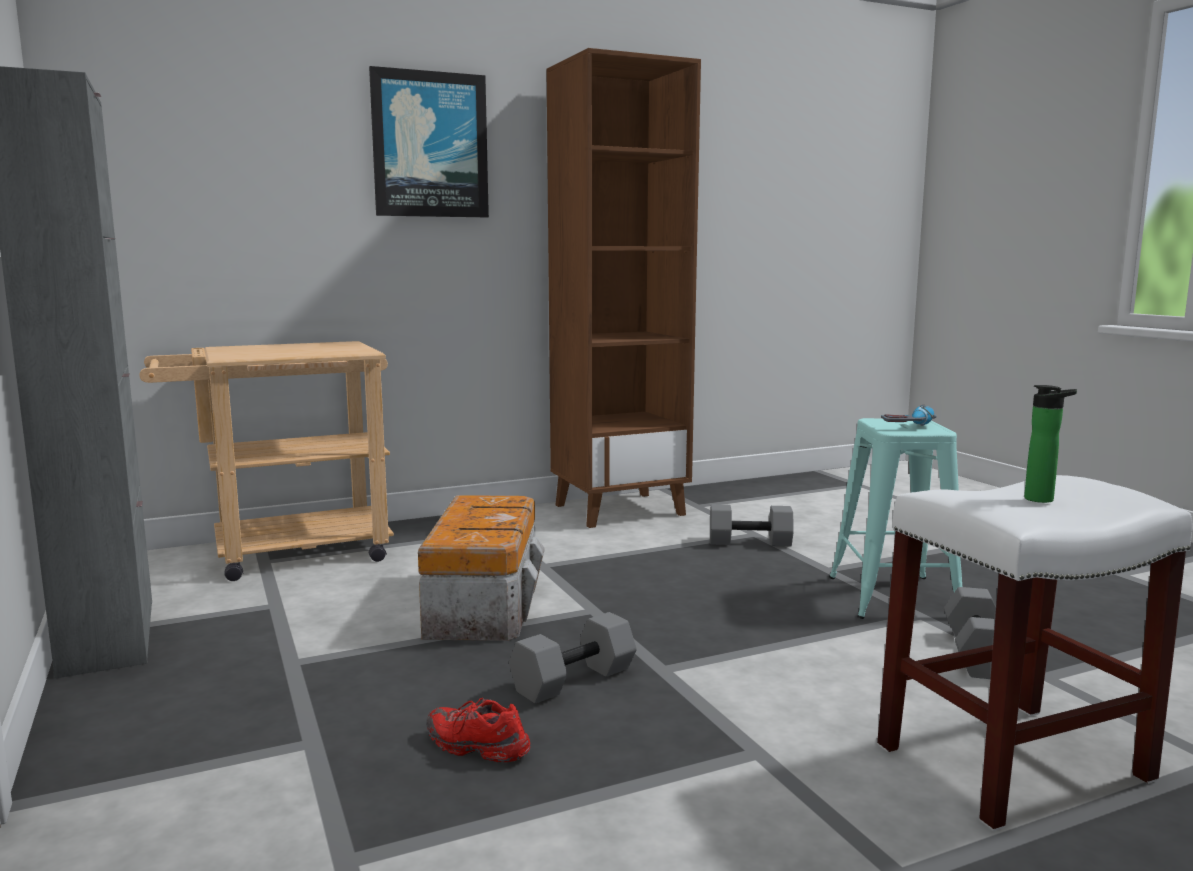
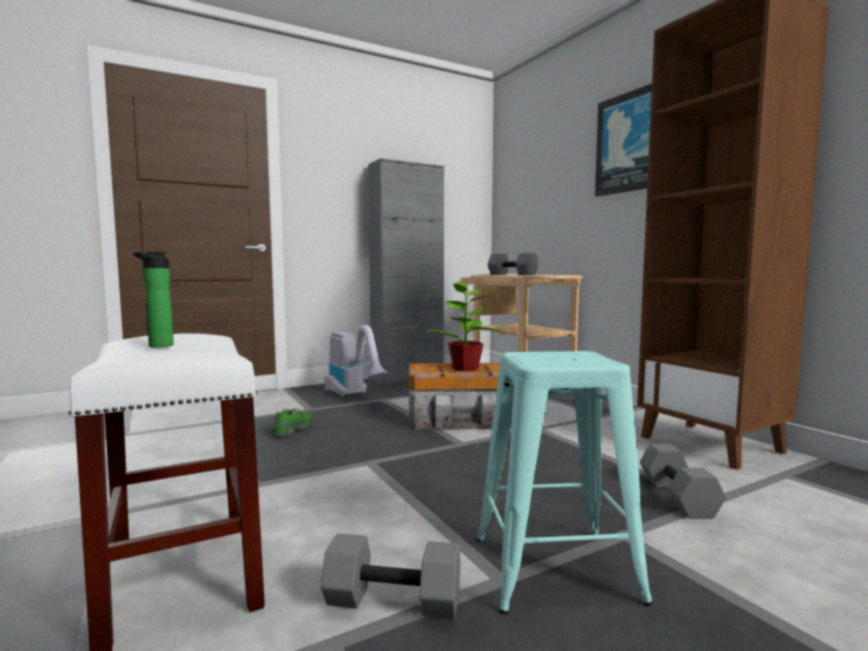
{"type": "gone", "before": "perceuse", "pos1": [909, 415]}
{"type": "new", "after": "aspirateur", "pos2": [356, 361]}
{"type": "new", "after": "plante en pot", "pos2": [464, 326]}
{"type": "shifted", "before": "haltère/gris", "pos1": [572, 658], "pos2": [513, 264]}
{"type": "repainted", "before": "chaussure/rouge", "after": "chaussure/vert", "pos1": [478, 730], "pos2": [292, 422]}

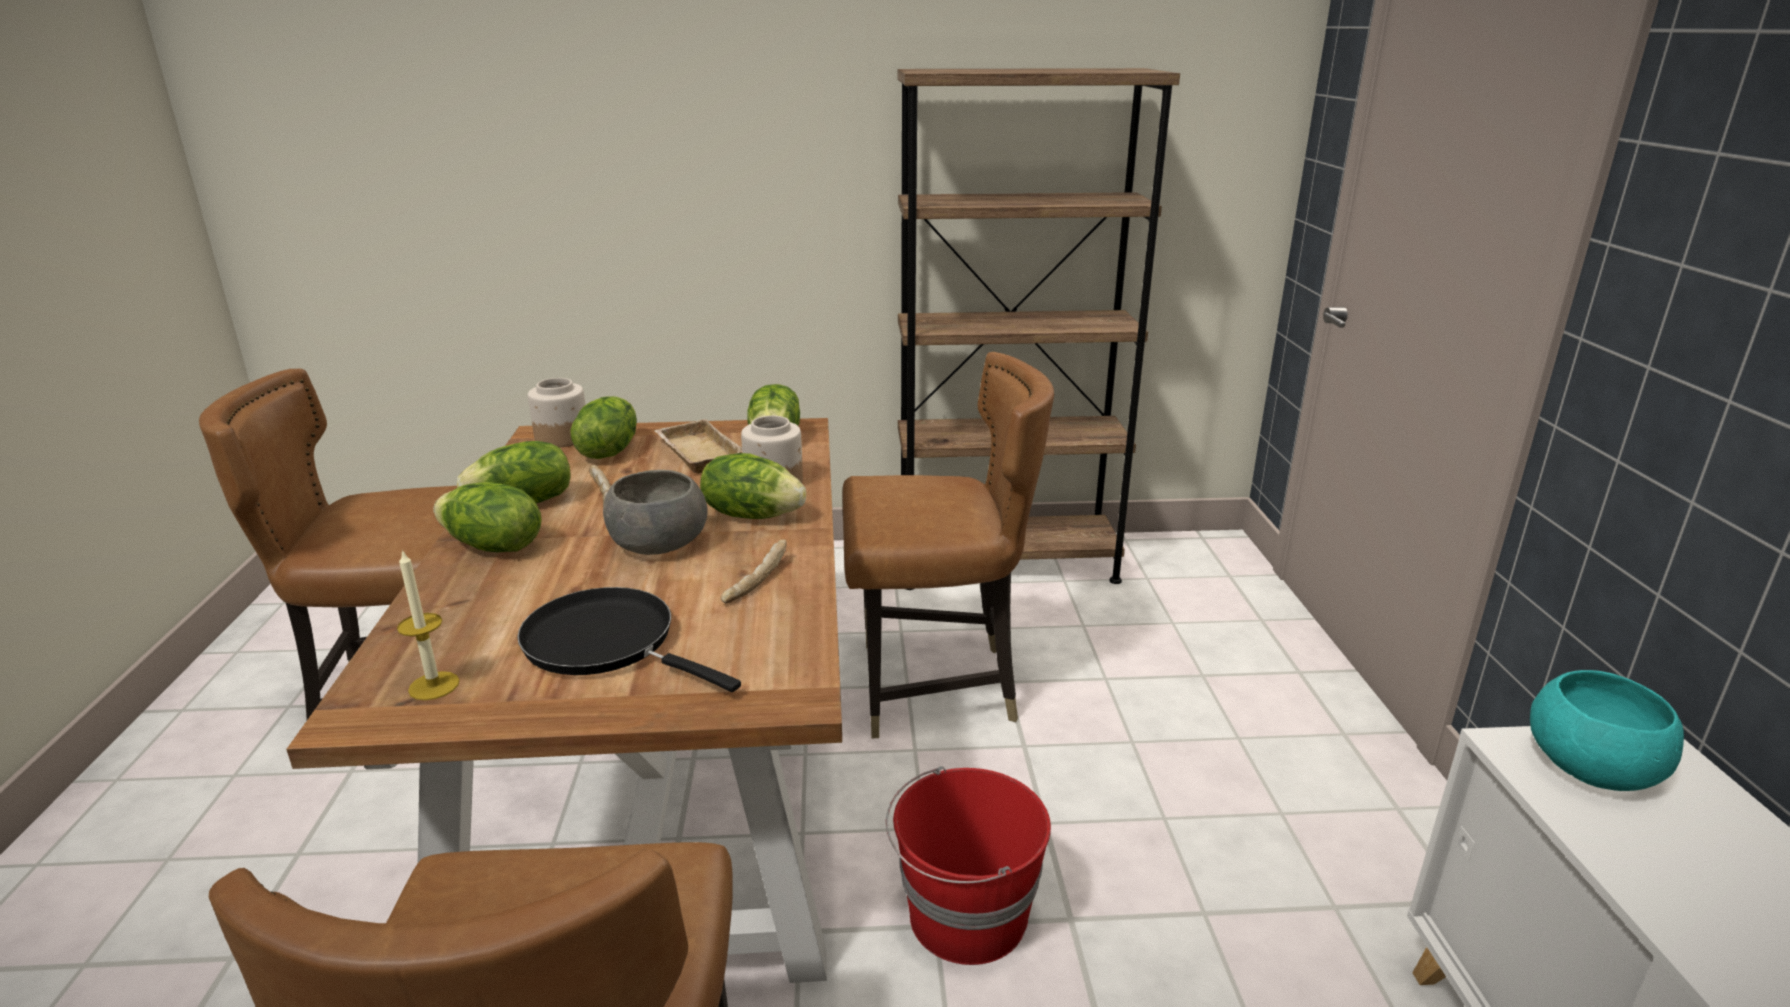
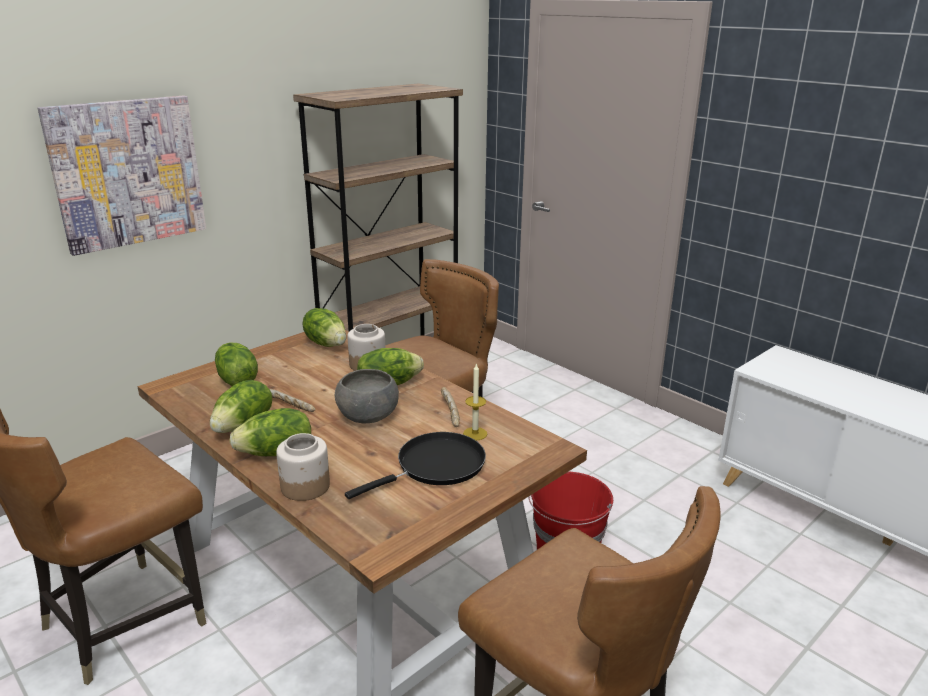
{"type": "gone", "before": "plateau/beige", "pos1": [698, 446]}
{"type": "gone", "before": "bol/turquoise", "pos1": [1607, 730]}
{"type": "new", "after": "tableau", "pos2": [121, 176]}
{"type": "shifted", "before": "bougie", "pos1": [428, 624], "pos2": [475, 401]}
{"type": "shifted", "before": "bocal", "pos1": [557, 412], "pos2": [303, 467]}
{"type": "rotated", "before": "poêle/noir", "pos1": [629, 639], "pos2": [415, 465], "turn": 150}

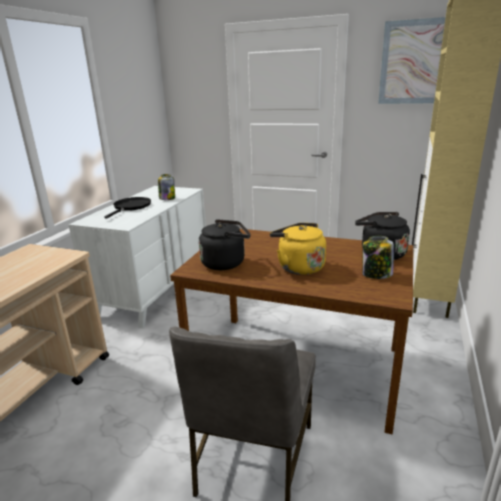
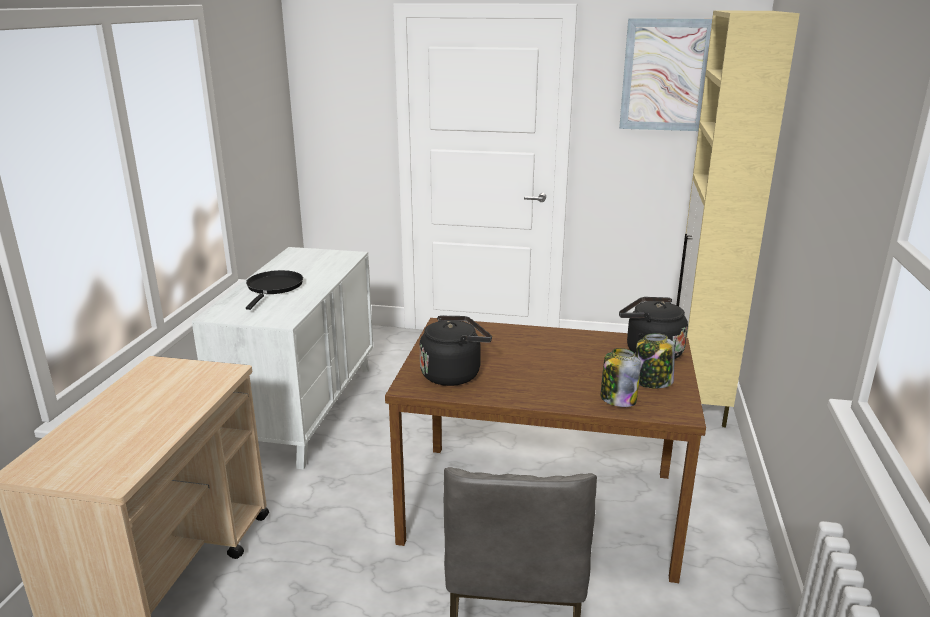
{"type": "gone", "before": "bouilloire/jaune", "pos1": [298, 249]}
{"type": "shifted", "before": "bocal", "pos1": [166, 187], "pos2": [620, 377]}

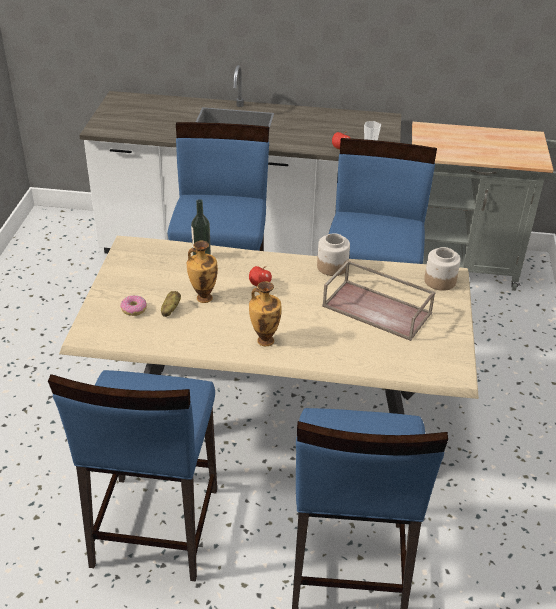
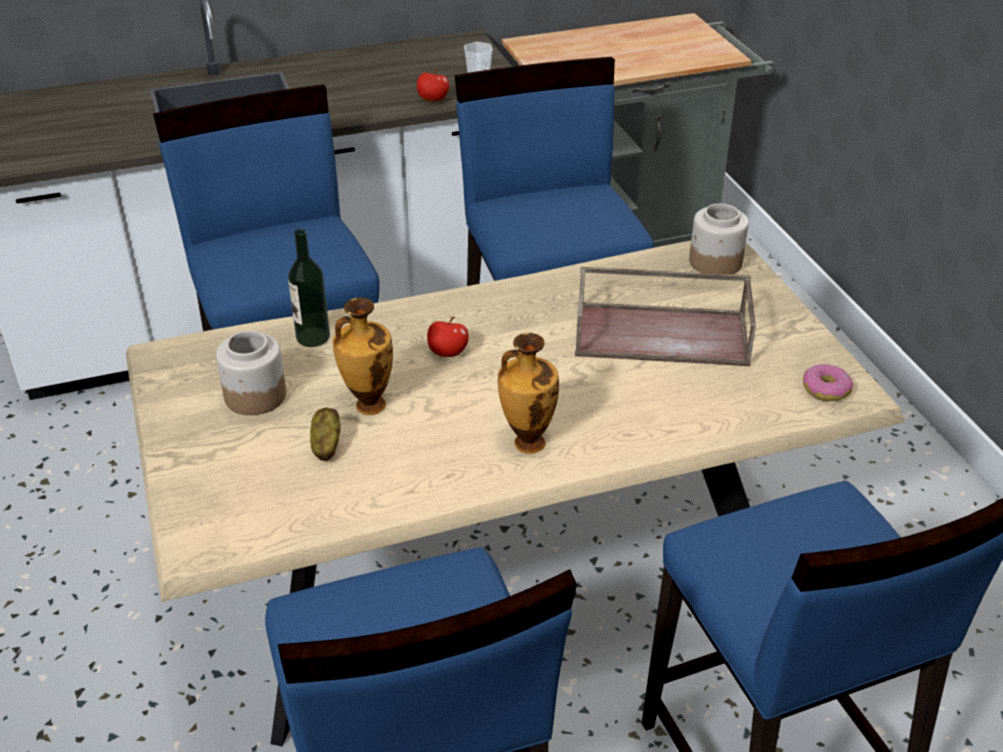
{"type": "shifted", "before": "beignet", "pos1": [133, 305], "pos2": [828, 382]}
{"type": "shifted", "before": "bocal", "pos1": [333, 254], "pos2": [251, 373]}

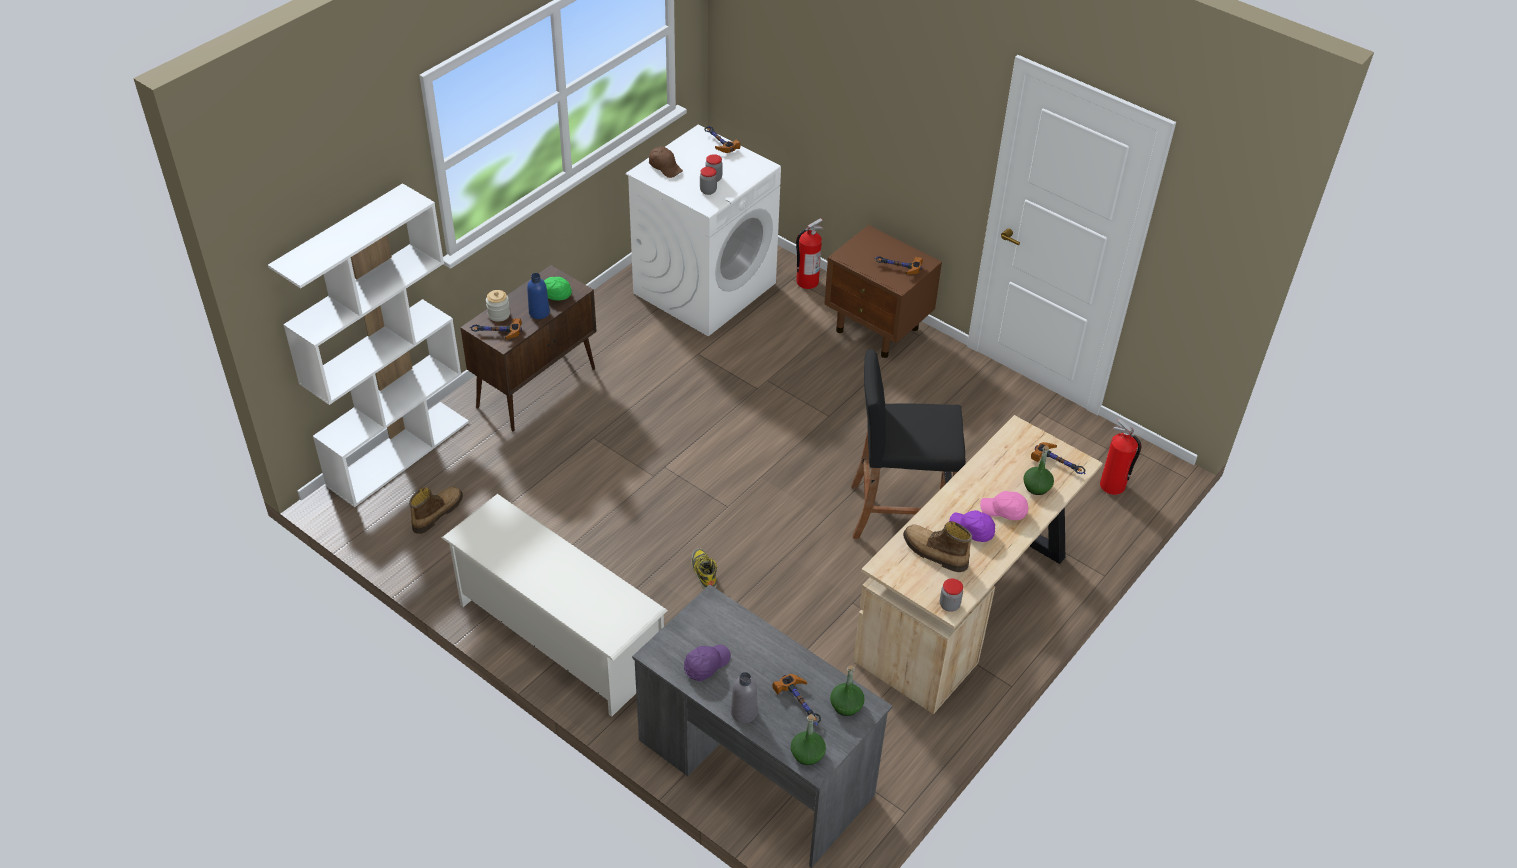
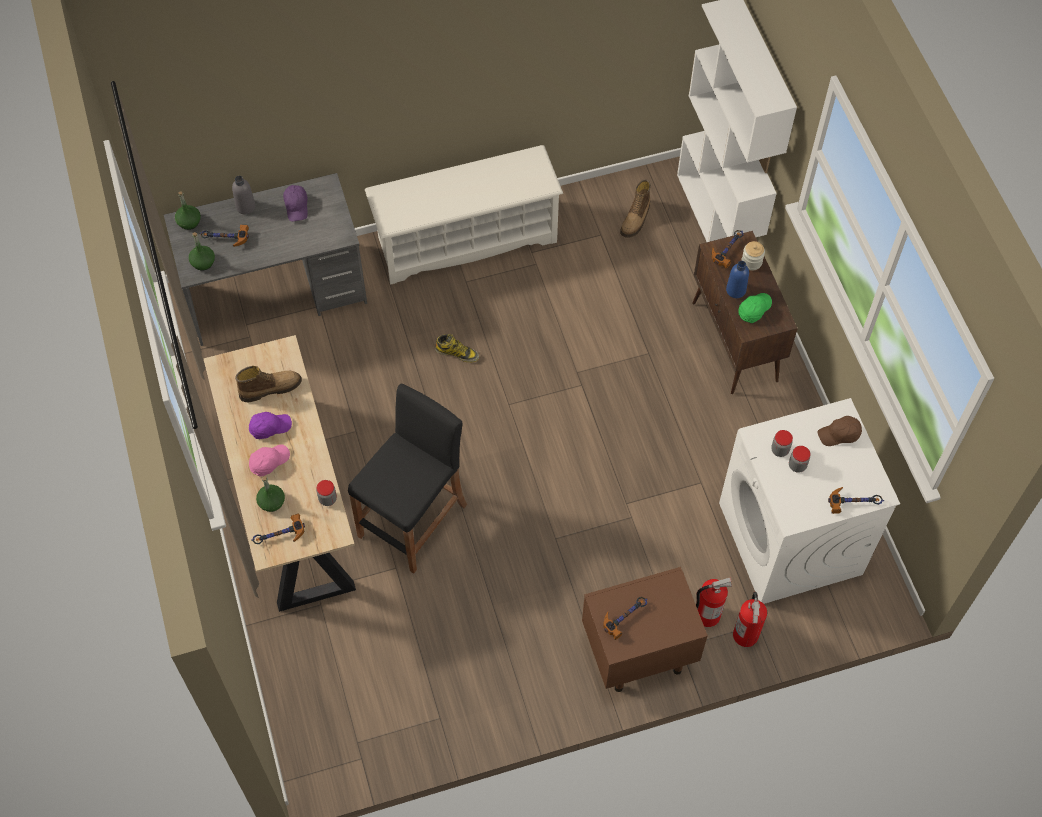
{"type": "shifted", "before": "bocal", "pos1": [951, 595], "pos2": [327, 493]}
{"type": "shifted", "before": "extincteur", "pos1": [1120, 456], "pos2": [714, 602]}
{"type": "rotated", "before": "botte", "pos1": [436, 510], "pos2": [635, 208], "turn": 45}

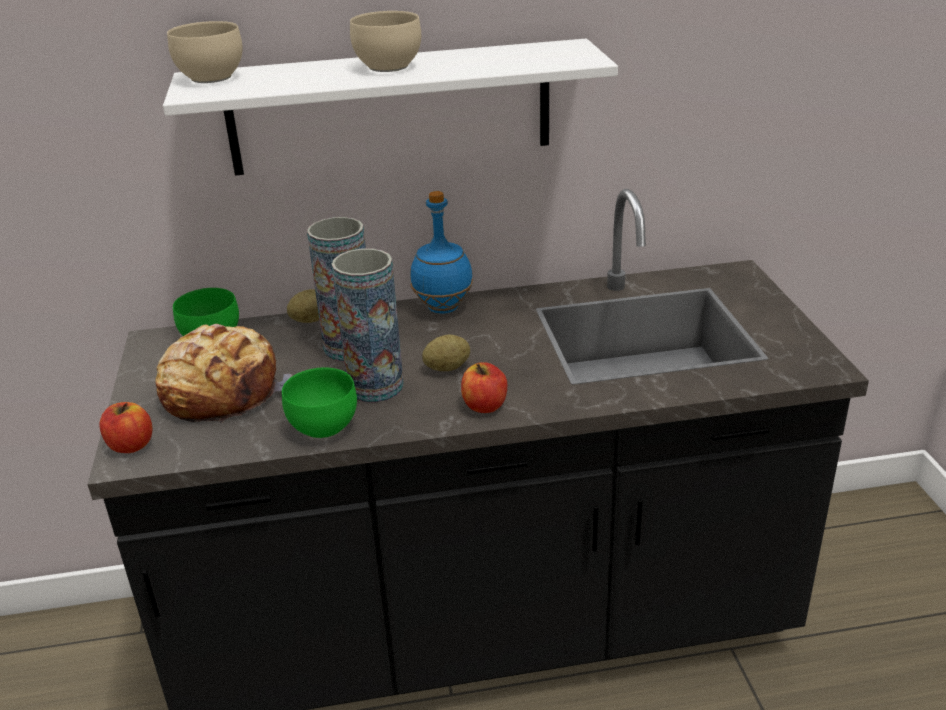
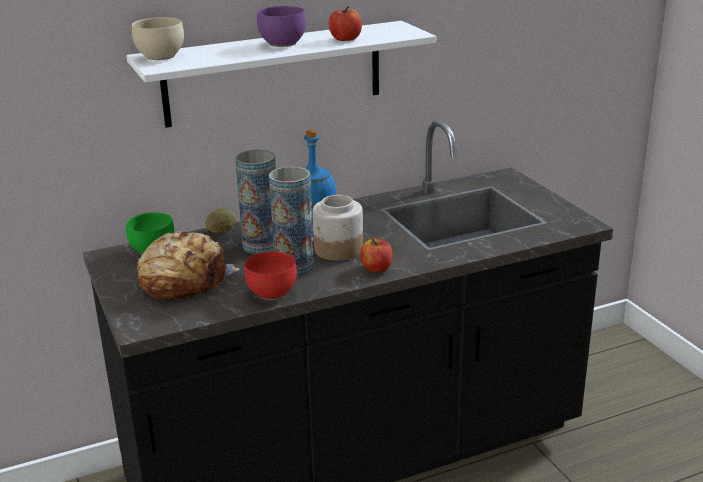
{"type": "shifted", "before": "pomme", "pos1": [126, 427], "pos2": [345, 23]}
{"type": "swapped", "before": "pomme de terre", "after": "bocal", "pos1": [446, 352], "pos2": [338, 228]}
{"type": "repainted", "before": "bol/vert", "after": "bol/rouge", "pos1": [319, 403], "pos2": [271, 275]}
{"type": "repainted", "before": "bol/beige", "after": "bol/violet", "pos1": [385, 41], "pos2": [281, 26]}

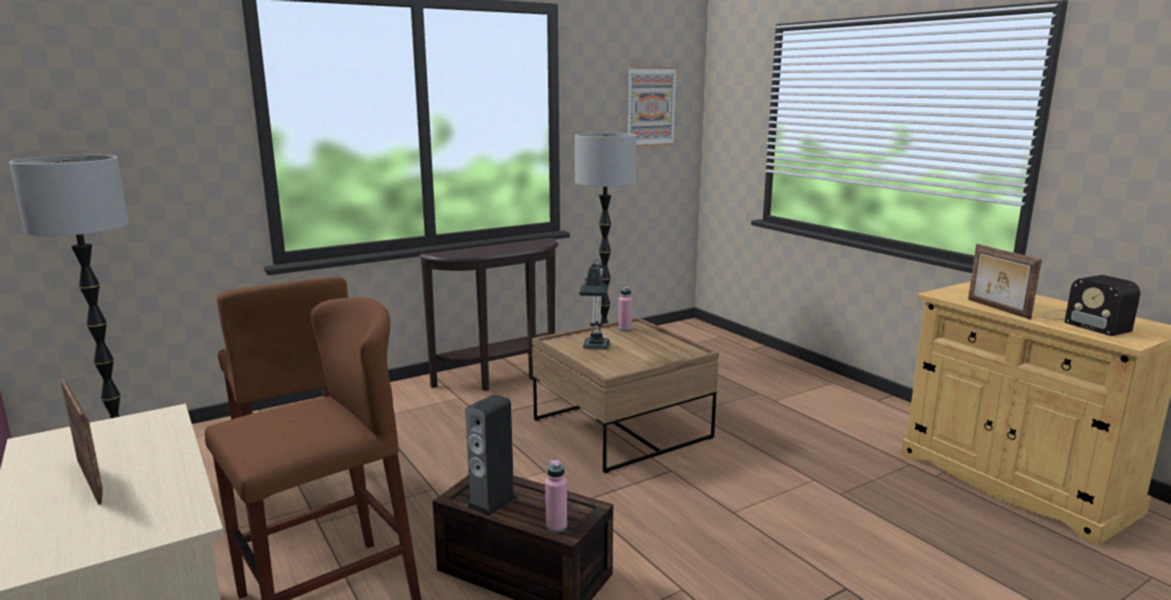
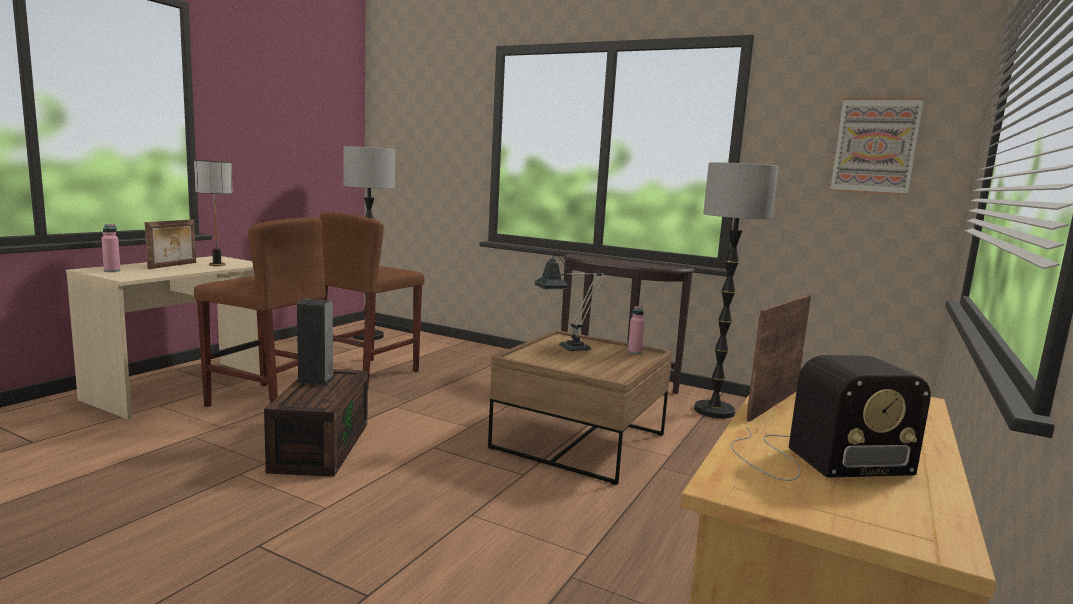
{"type": "new", "after": "lampe de table", "pos2": [213, 213]}
{"type": "shifted", "before": "bouteille/rose", "pos1": [556, 495], "pos2": [111, 248]}
{"type": "rotated", "before": "radio", "pos1": [1091, 305], "pos2": [831, 418], "turn": -135}

